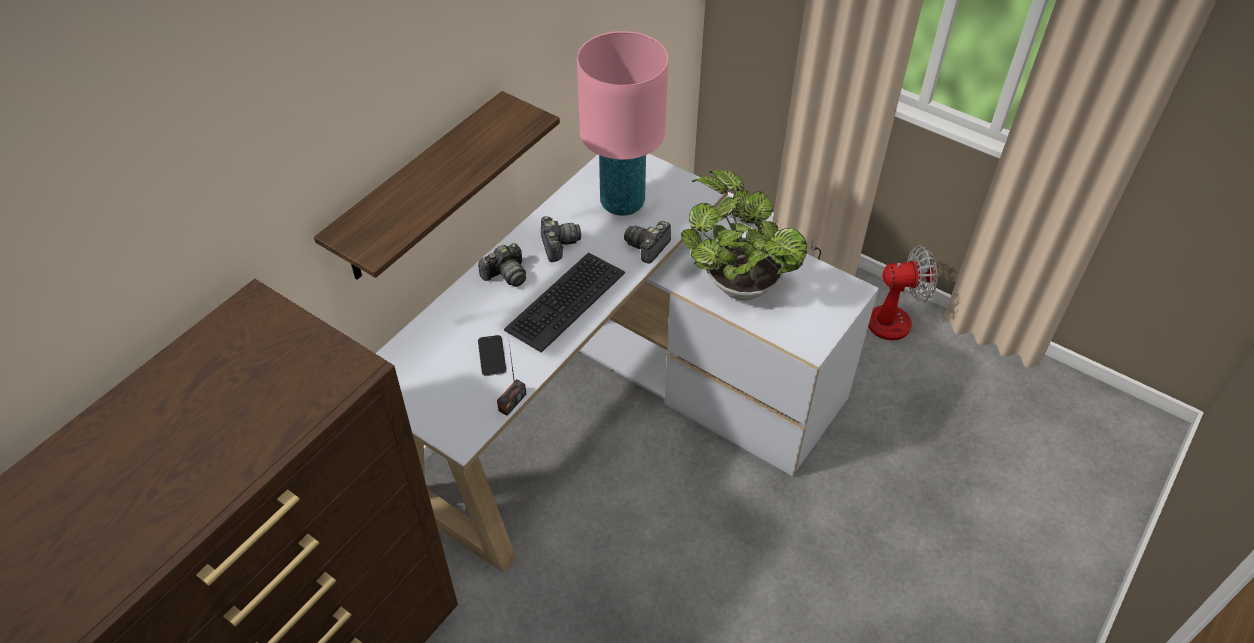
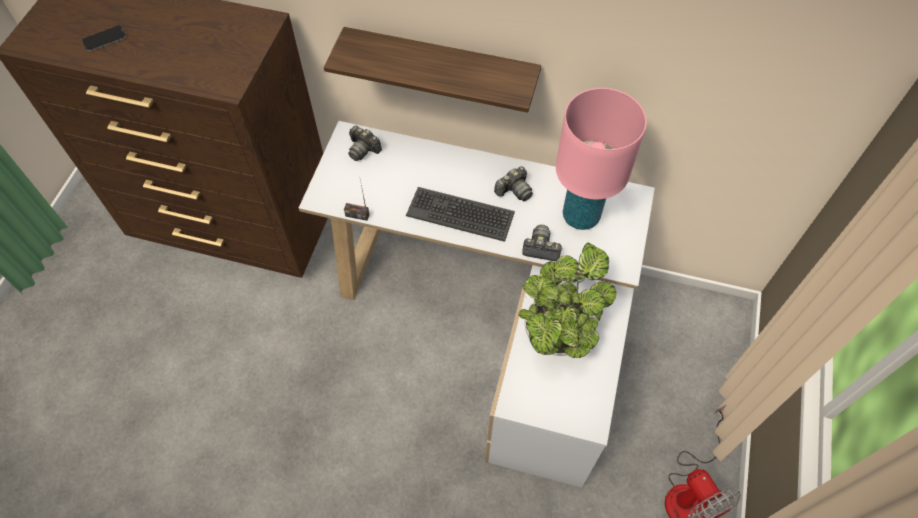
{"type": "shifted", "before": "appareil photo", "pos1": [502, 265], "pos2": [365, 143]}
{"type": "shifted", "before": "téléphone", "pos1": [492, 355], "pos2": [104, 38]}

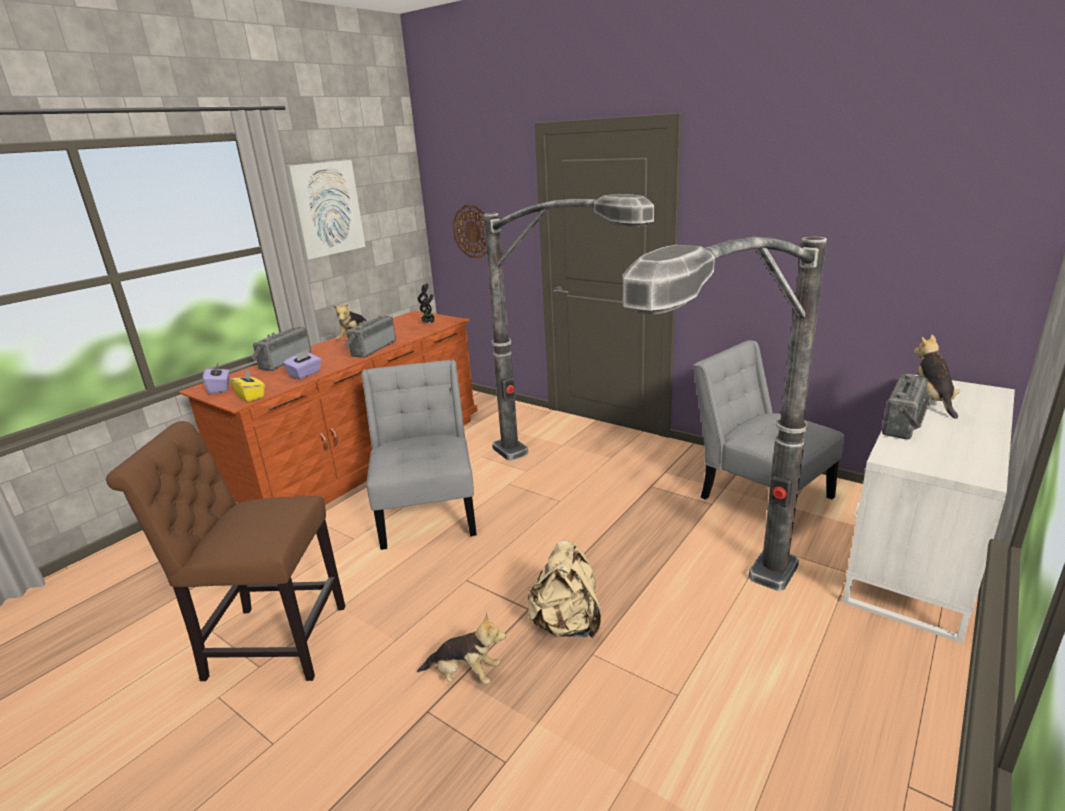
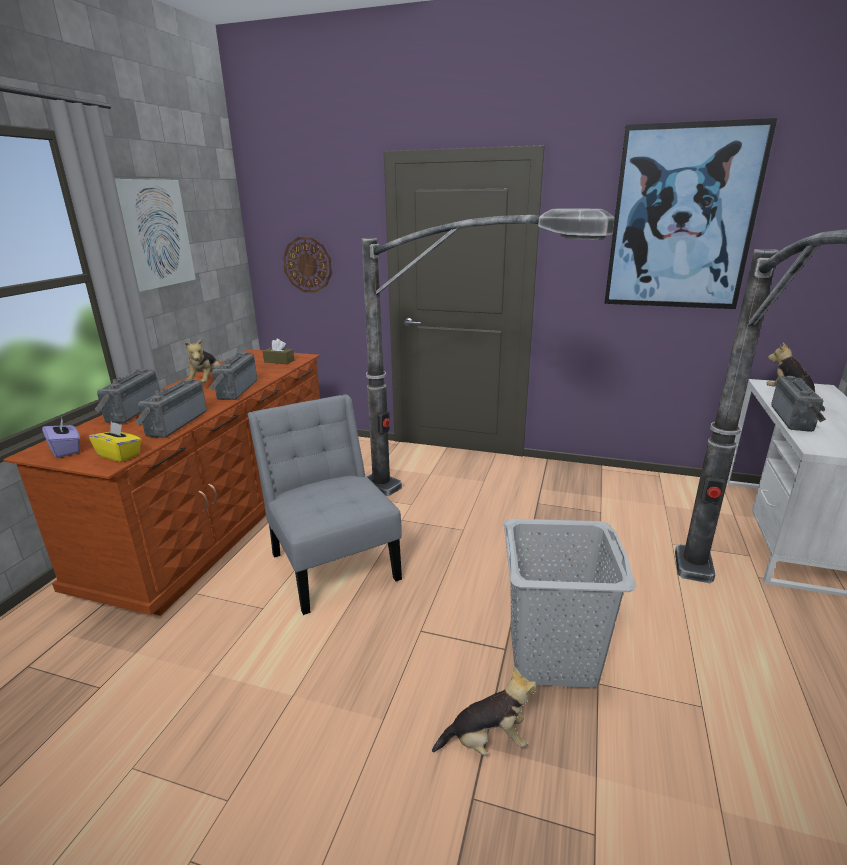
{"type": "gone", "before": "chaise/marron", "pos1": [225, 551]}
{"type": "gone", "before": "chaise/gris", "pos1": [768, 420]}
{"type": "new", "after": "tableau", "pos2": [690, 213]}
{"type": "swapped", "before": "boîte à mouchoirs/violet", "after": "radio", "pos1": [302, 364], "pos2": [171, 408]}
{"type": "swapped", "before": "plante en pot", "after": "boîte à mouchoirs/marron", "pos1": [426, 303], "pos2": [278, 351]}
{"type": "swapped", "before": "sac à dos/beige", "after": "panier à linge/gris", "pos1": [564, 589], "pos2": [570, 603]}

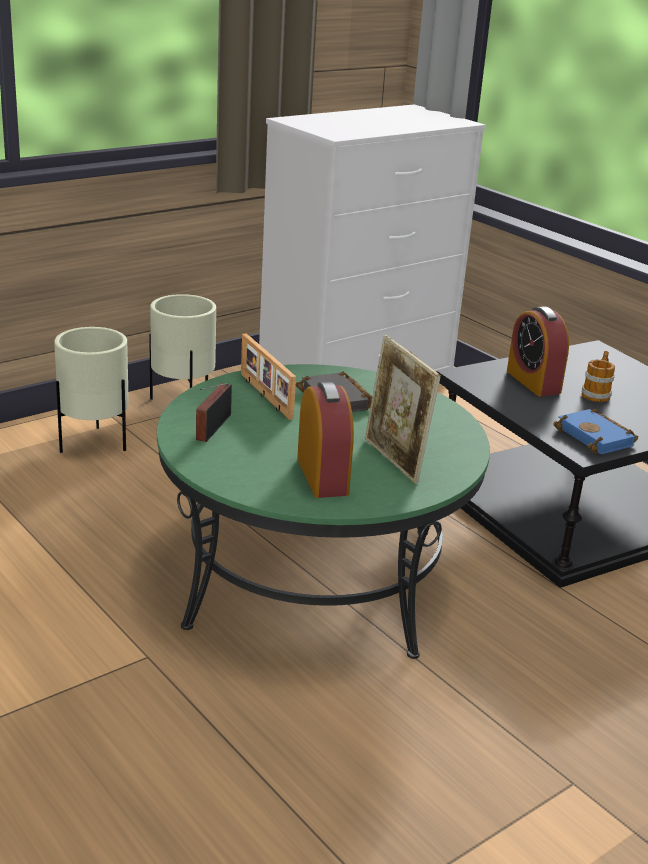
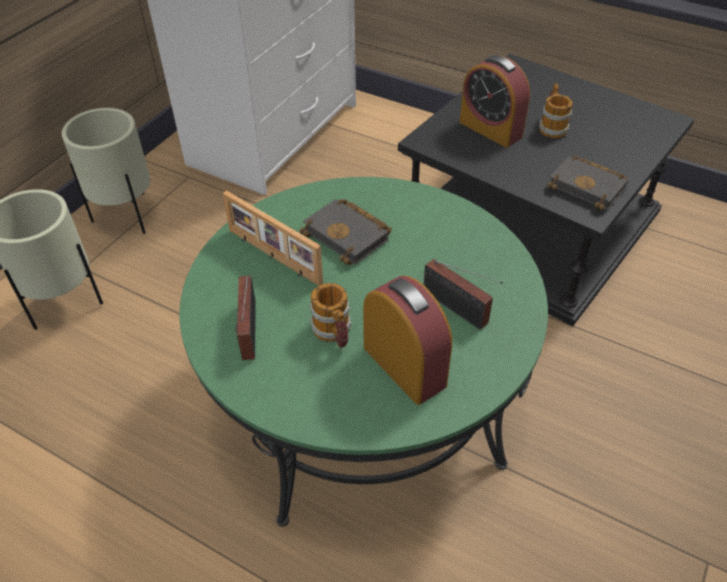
{"type": "new", "after": "mug", "pos2": [330, 315]}
{"type": "swapped", "before": "cadre photo", "after": "radio", "pos1": [403, 409], "pos2": [463, 294]}
{"type": "repainted", "before": "livre/bleu", "after": "livre/noir", "pos1": [596, 431], "pos2": [588, 183]}

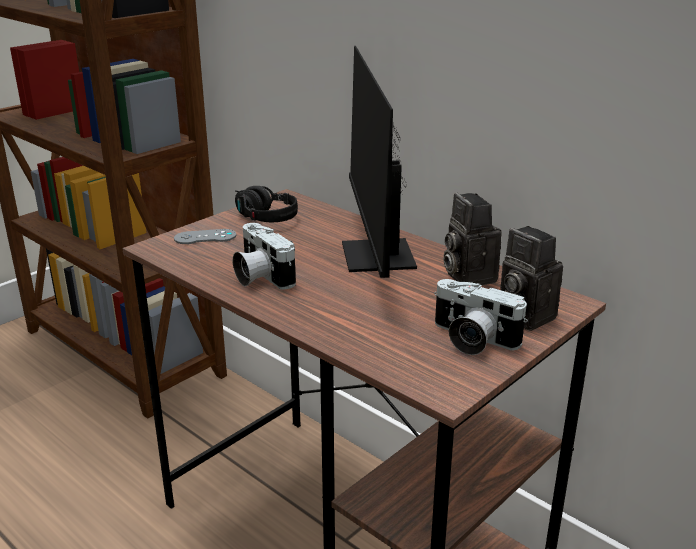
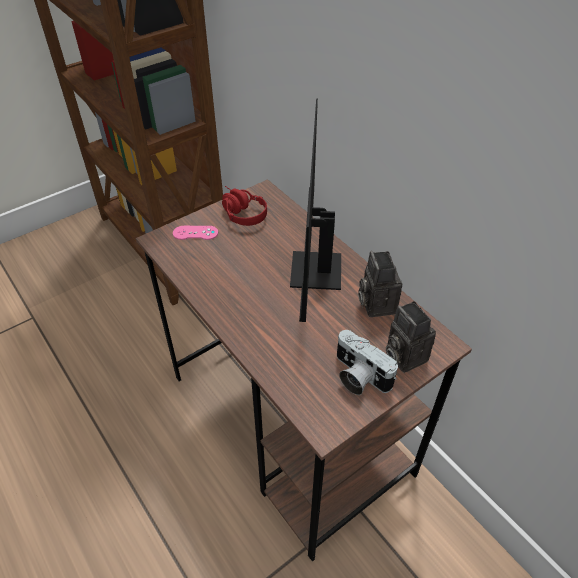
{"type": "gone", "before": "appareil photo", "pos1": [264, 256]}
{"type": "repainted", "before": "manette/gris", "after": "manette/rose", "pos1": [205, 236], "pos2": [195, 233]}
{"type": "repainted", "before": "casque audio/noir", "after": "casque audio/rouge", "pos1": [266, 204], "pos2": [244, 206]}

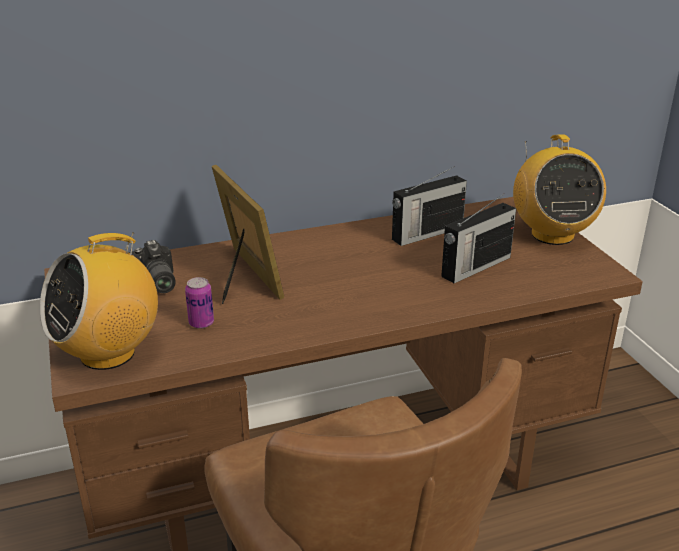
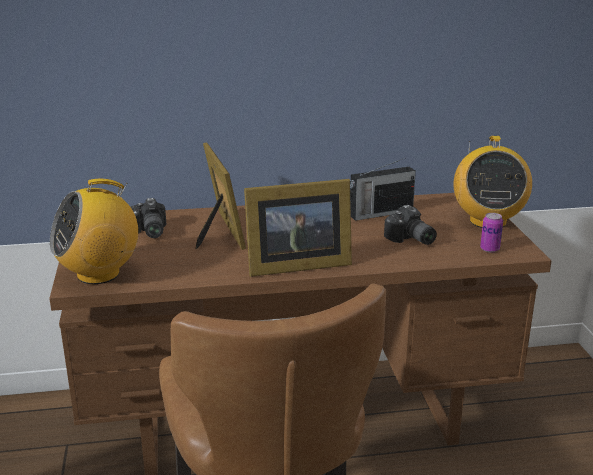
{"type": "new", "after": "cadre photo", "pos2": [298, 228]}
{"type": "shifted", "before": "boîte métallique", "pos1": [199, 303], "pos2": [491, 232]}
{"type": "swapped", "before": "radio", "after": "appareil photo", "pos1": [478, 239], "pos2": [410, 225]}

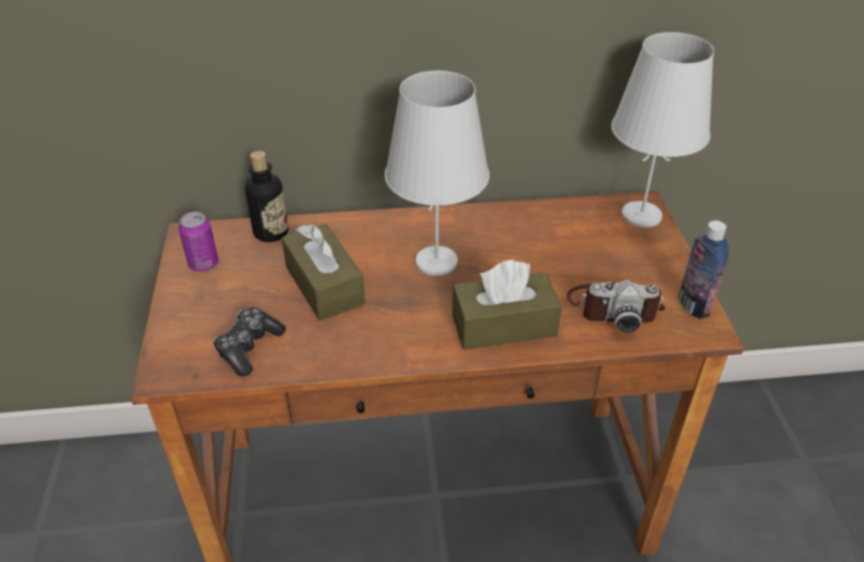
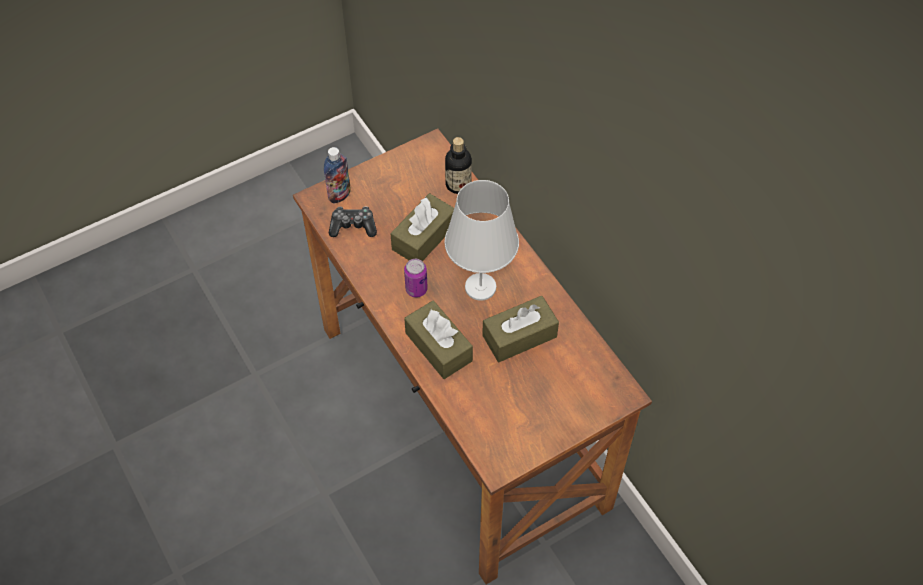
{"type": "gone", "before": "appareil photo", "pos1": [616, 306]}
{"type": "gone", "before": "lampe de table/blanc", "pos1": [662, 130]}
{"type": "new", "after": "boîte à mouchoirs/marron", "pos2": [520, 329]}
{"type": "shifted", "before": "boîte métallique", "pos1": [198, 242], "pos2": [416, 278]}
{"type": "shifted", "before": "bouteille", "pos1": [703, 269], "pos2": [337, 175]}

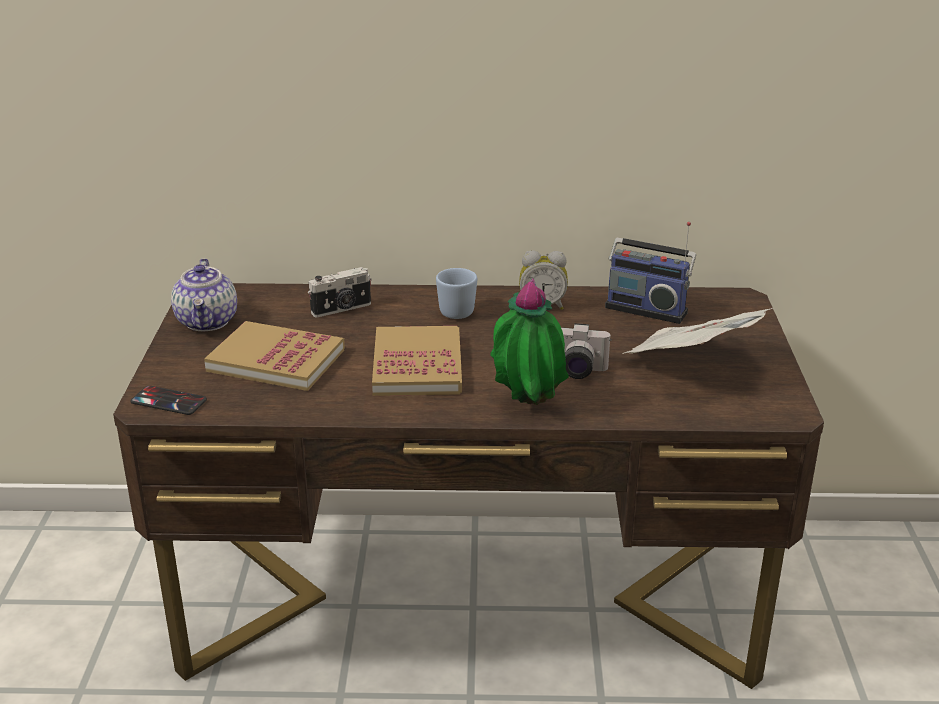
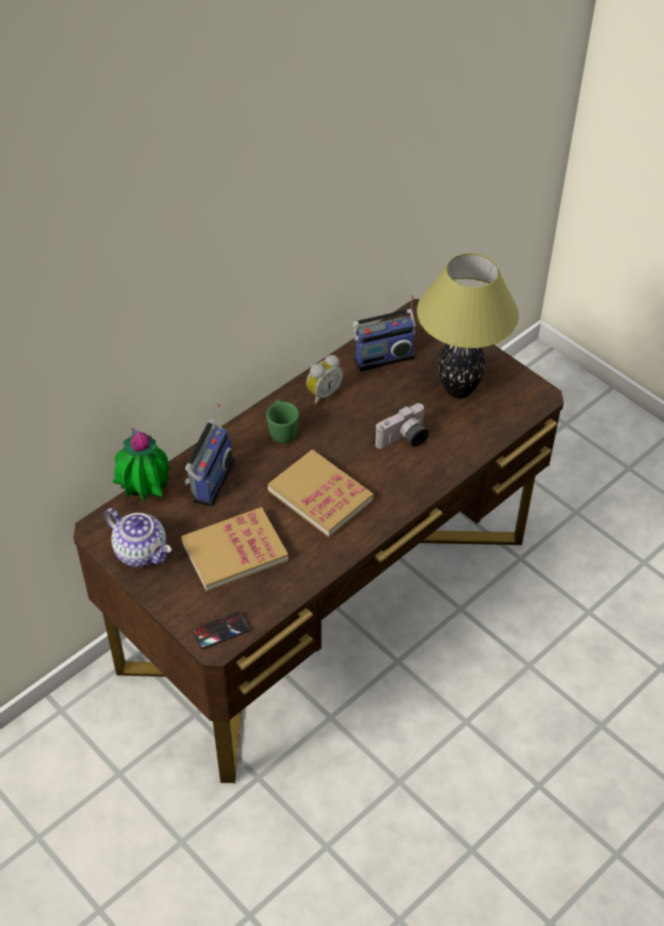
{"type": "shifted", "before": "plante en pot", "pos1": [529, 341], "pos2": [141, 465]}
{"type": "swapped", "before": "appareil photo", "after": "radio", "pos1": [340, 292], "pos2": [210, 455]}
{"type": "swapped", "before": "journal", "after": "lampe de table", "pos1": [697, 331], "pos2": [468, 325]}
{"type": "repainted", "before": "mug/bleu", "after": "mug/vert", "pos1": [456, 293], "pos2": [282, 421]}

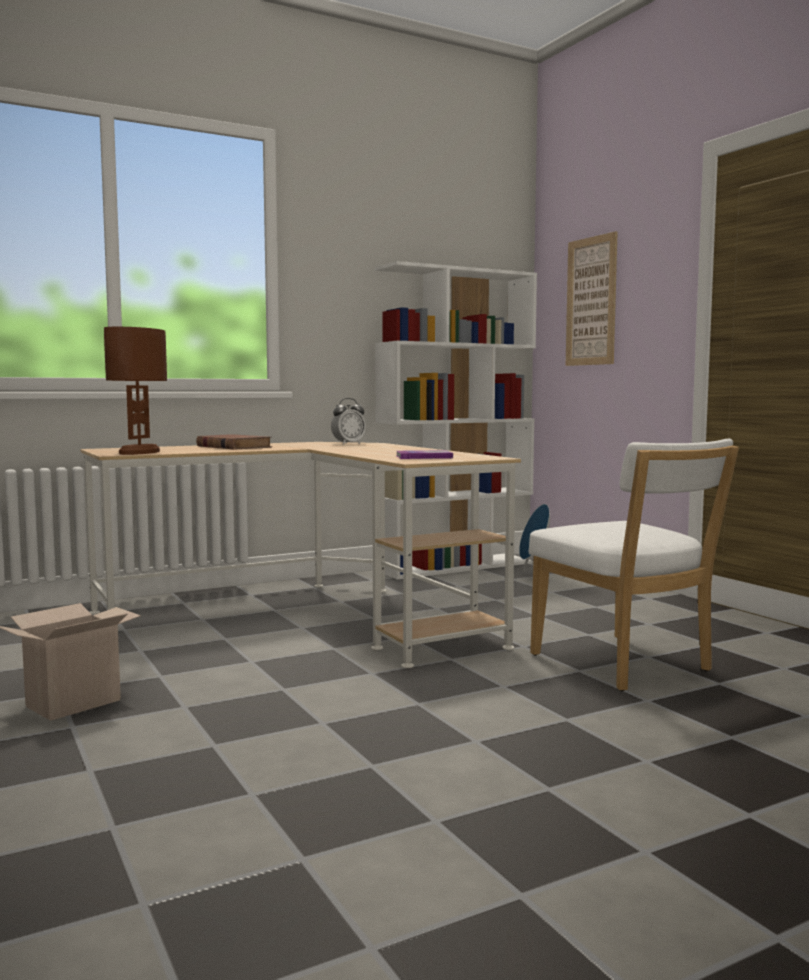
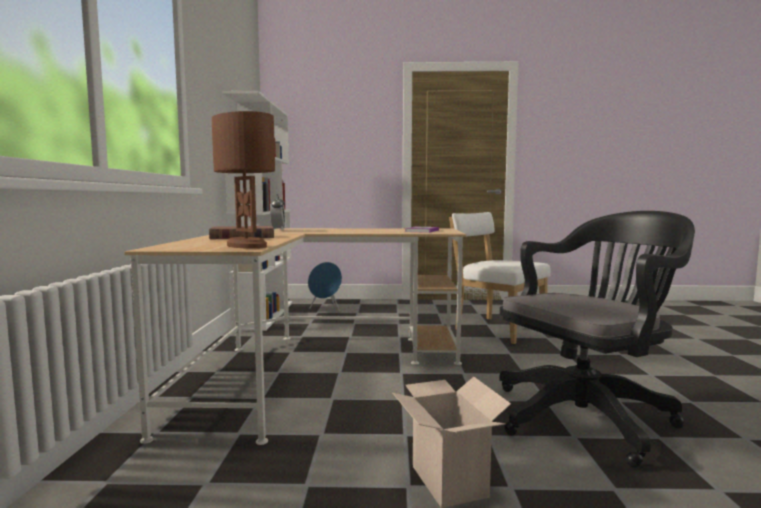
{"type": "gone", "before": "tableau", "pos1": [592, 298]}
{"type": "new", "after": "chaise de bureau/noir", "pos2": [597, 339]}
{"type": "rotated", "before": "chaise/blanc", "pos1": [633, 565], "pos2": [500, 278], "turn": -135}

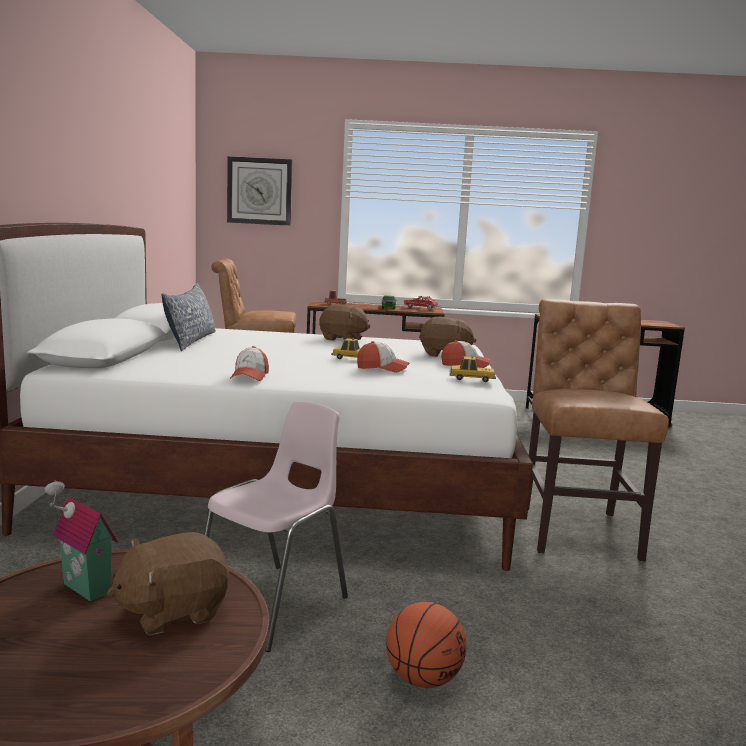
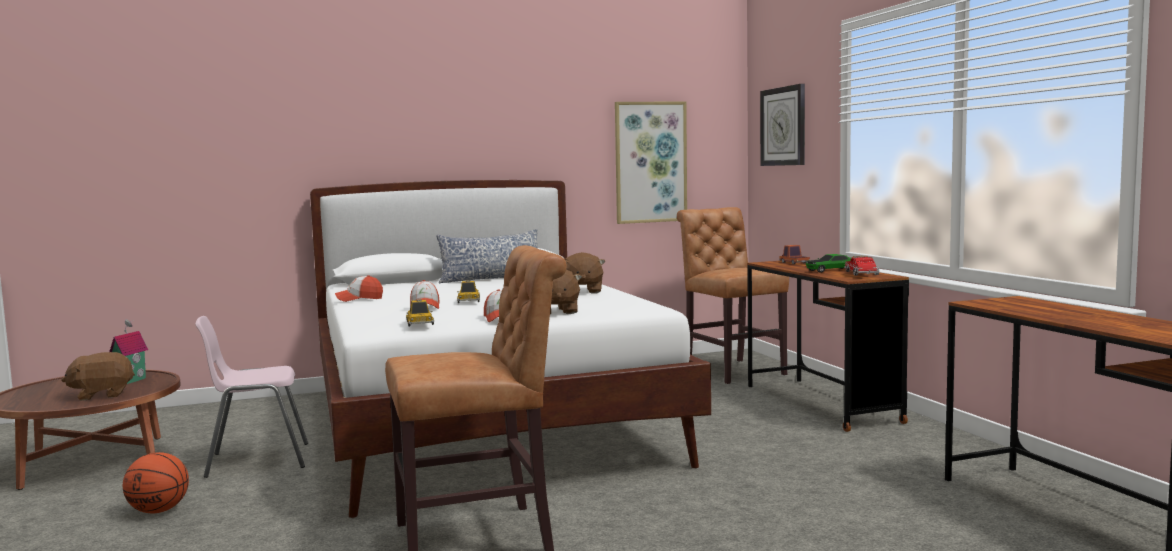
{"type": "new", "after": "tableau", "pos2": [651, 163]}
{"type": "rotated", "before": "peluche/marron", "pos1": [167, 583], "pos2": [98, 376], "turn": -60}
{"type": "rotated", "before": "chaise/rose", "pos1": [276, 526], "pos2": [251, 397], "turn": 150}

